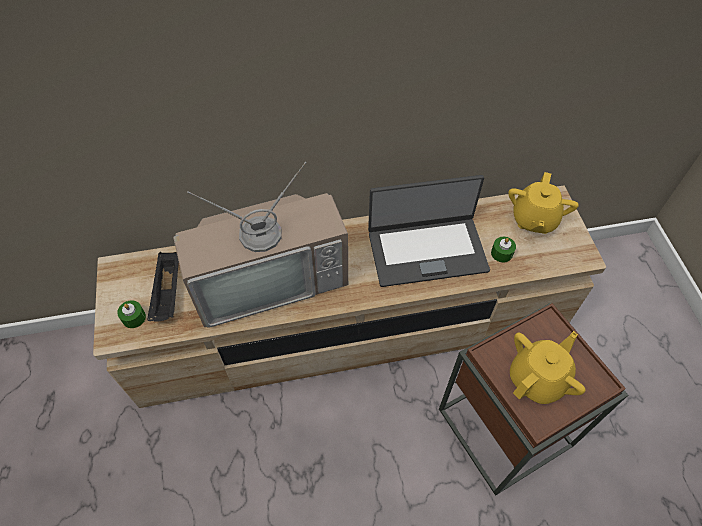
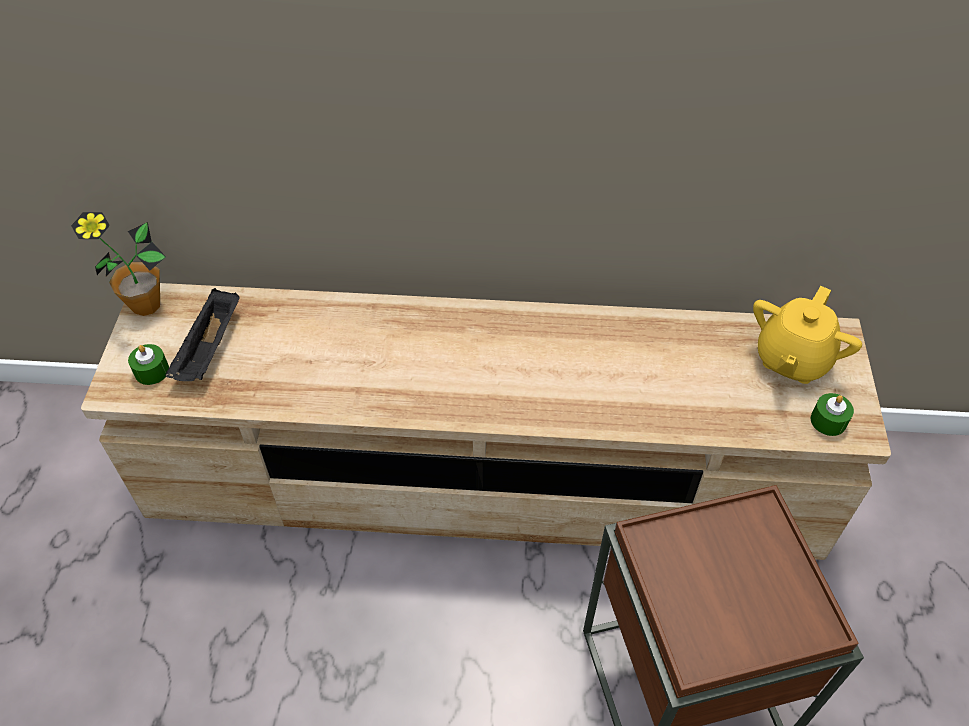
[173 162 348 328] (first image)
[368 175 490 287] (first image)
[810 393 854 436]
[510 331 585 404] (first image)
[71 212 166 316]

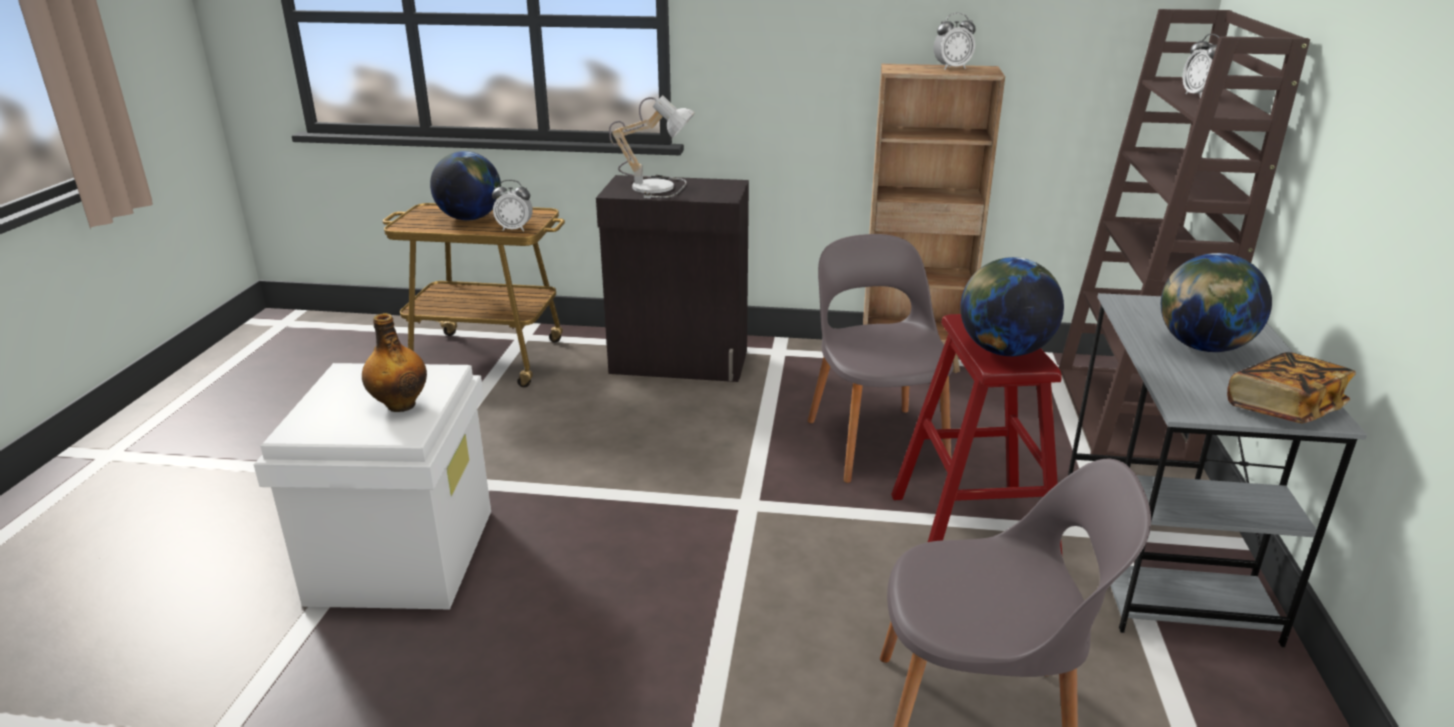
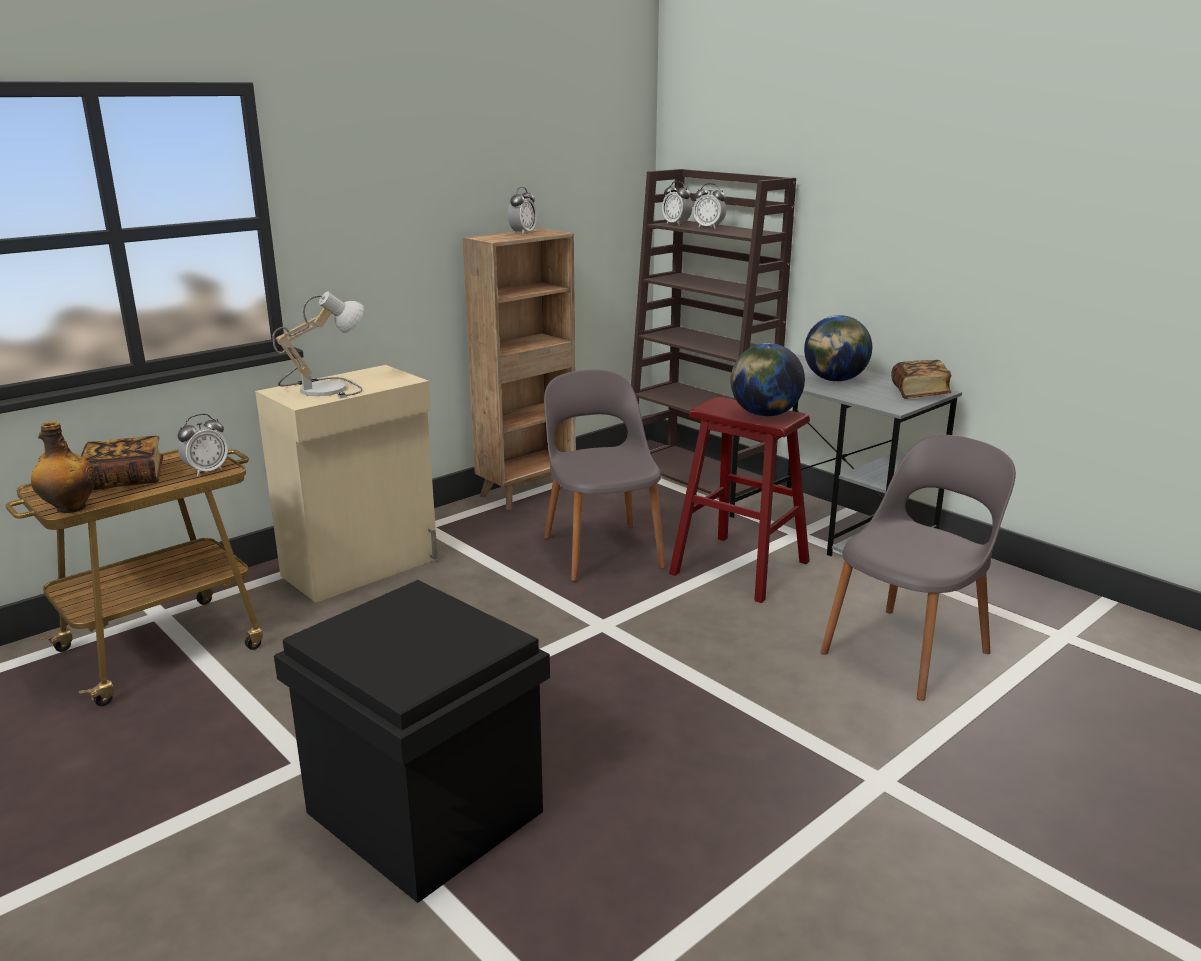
[274 580 550 903]
[31 421 97 513]
[81 436 163 490]
[255 365 438 603]
[544 370 666 581]
[662 181 692 226]

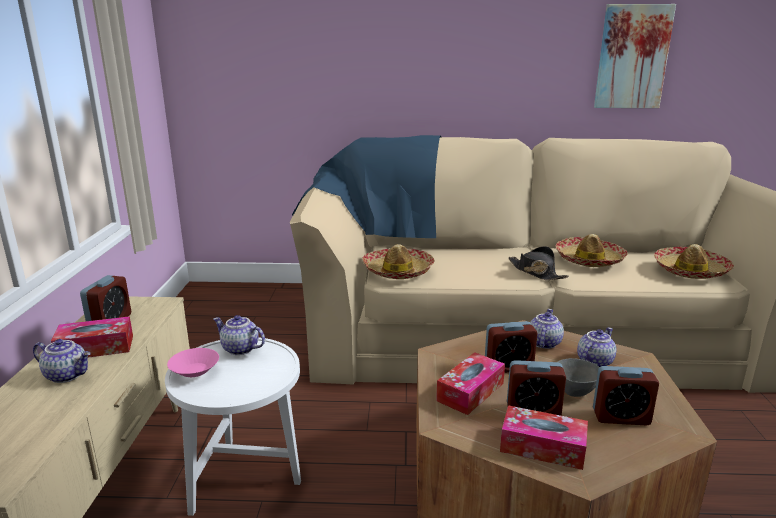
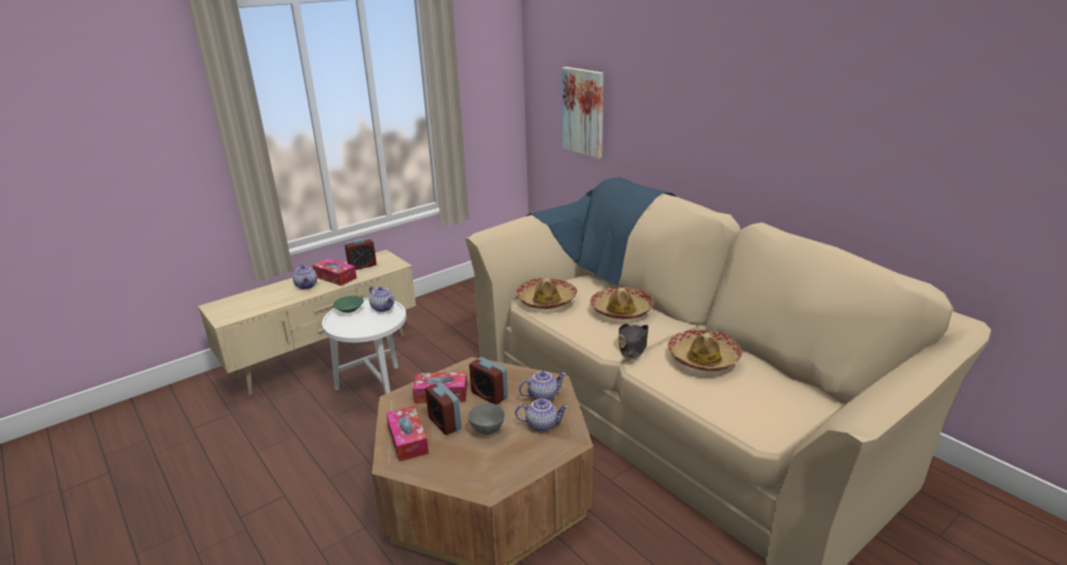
[333 296 364 313]
[369 286 394 312]
[593 366 659 425] (first image)
[562 67 603 159]
[590 287 654 319]

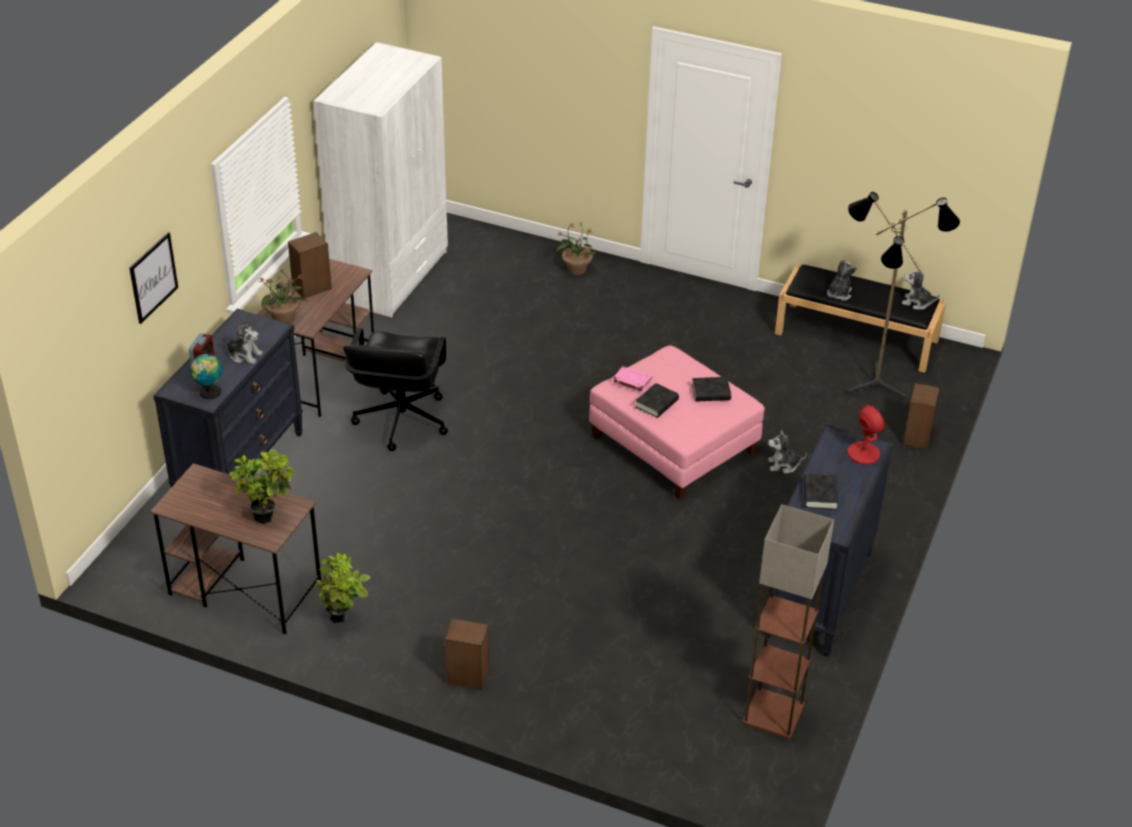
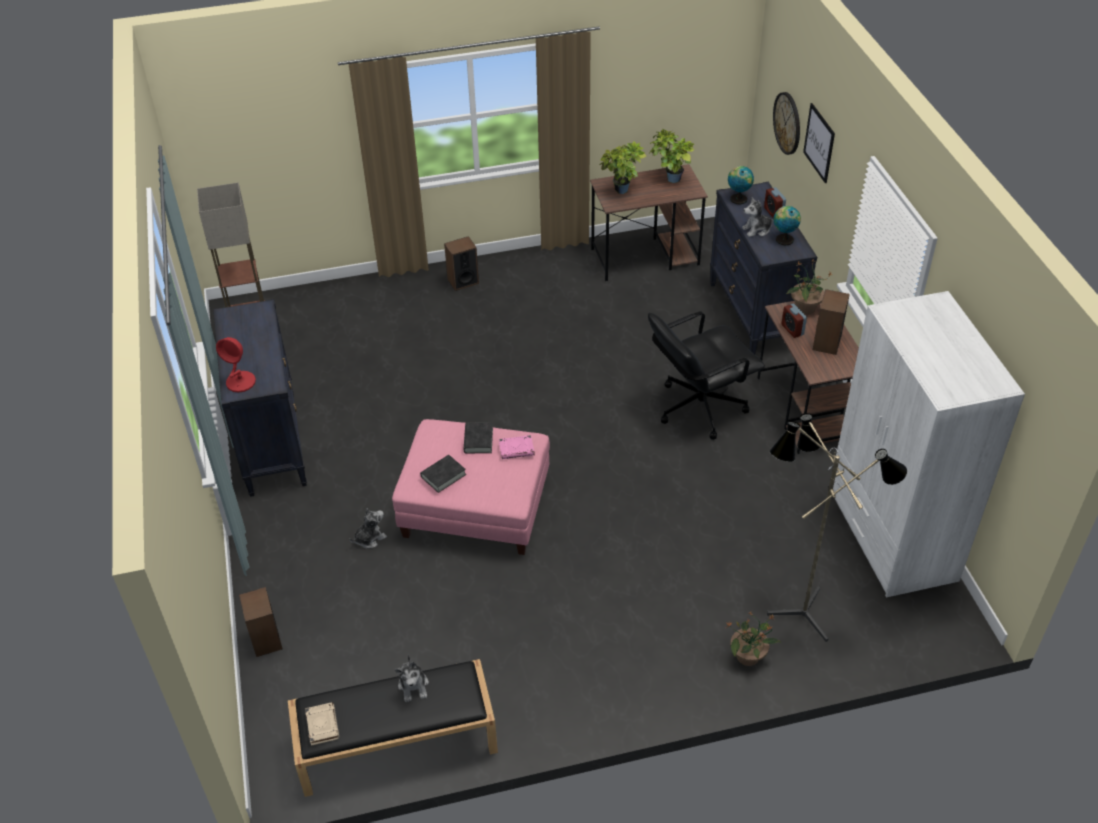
[649 129 695 183]
[648 311 765 440]
[803 474 838 510] (first image)
[767 413 907 642]
[305 702 339 746]
[773 92 800 155]
[773 206 801 246]
[782 304 807 338]

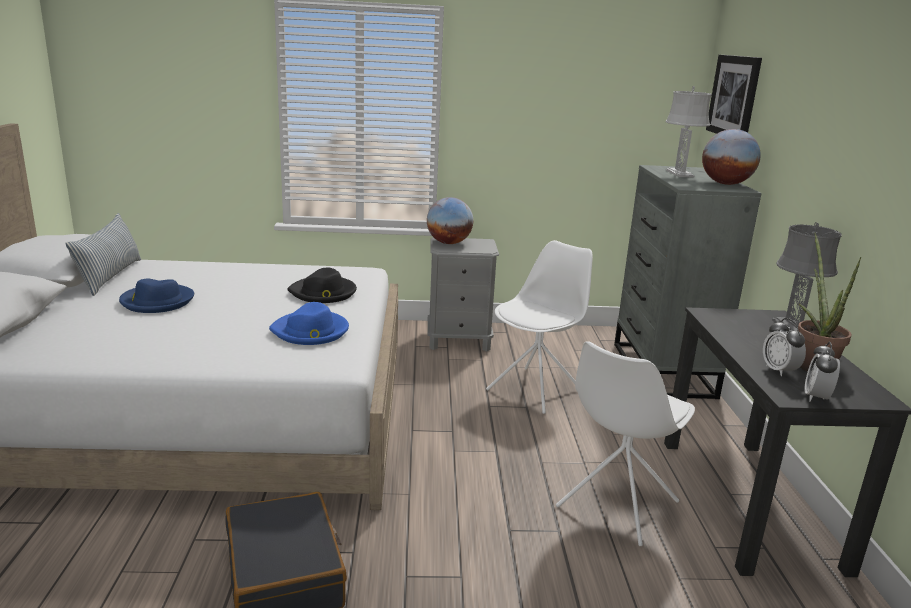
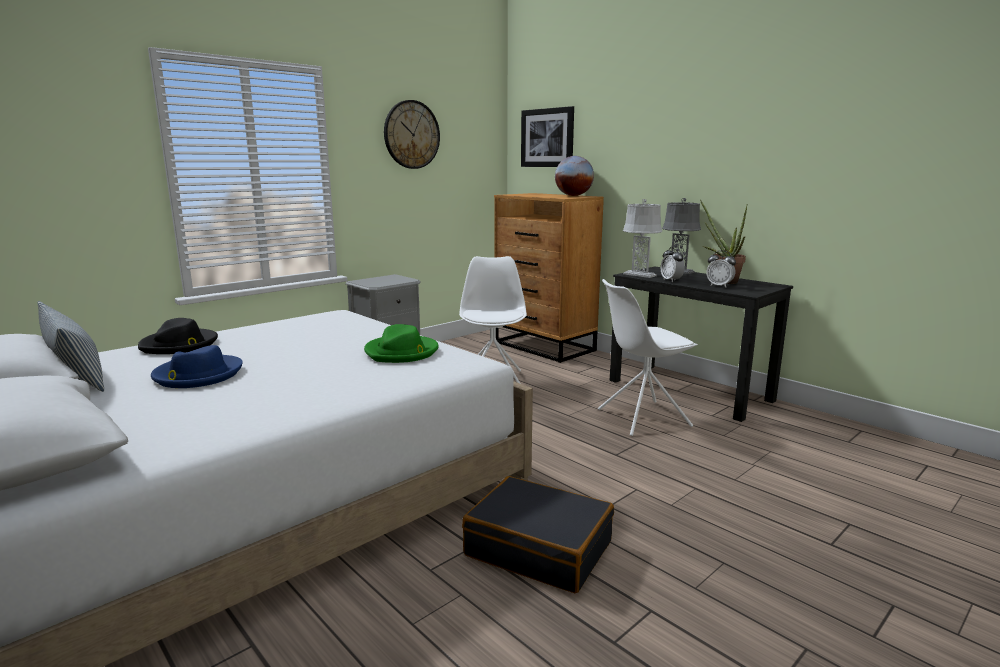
[364 324 439 363]
[138 318 218 354]
[427 197 473 244] (first image)
[598 279 698 436]
[494 193 604 363]
[623 199 662 278]
[661 246 685 282]
[384 100 440 169]

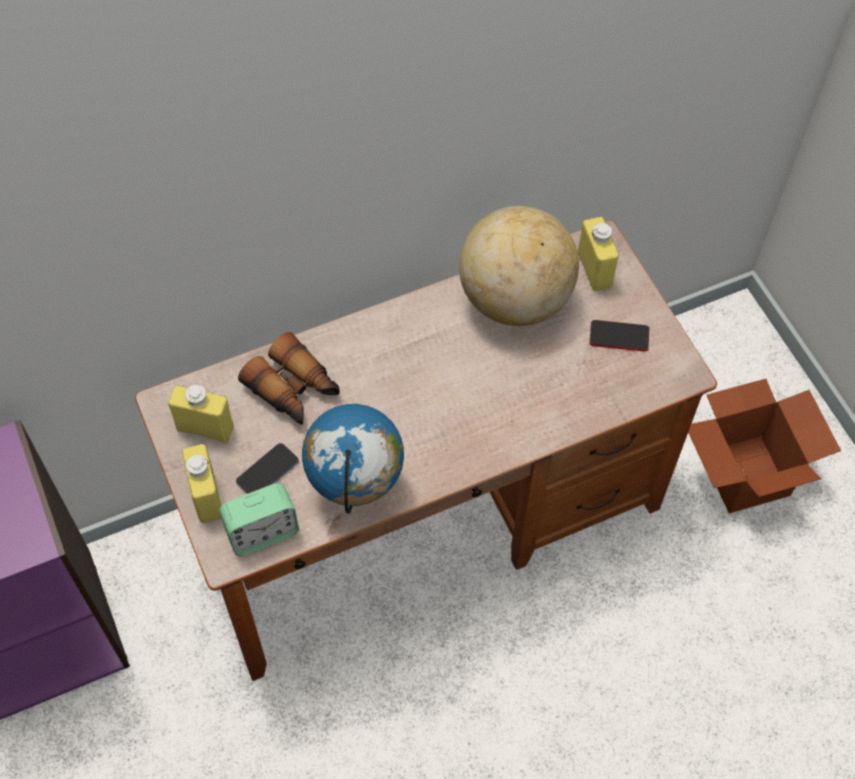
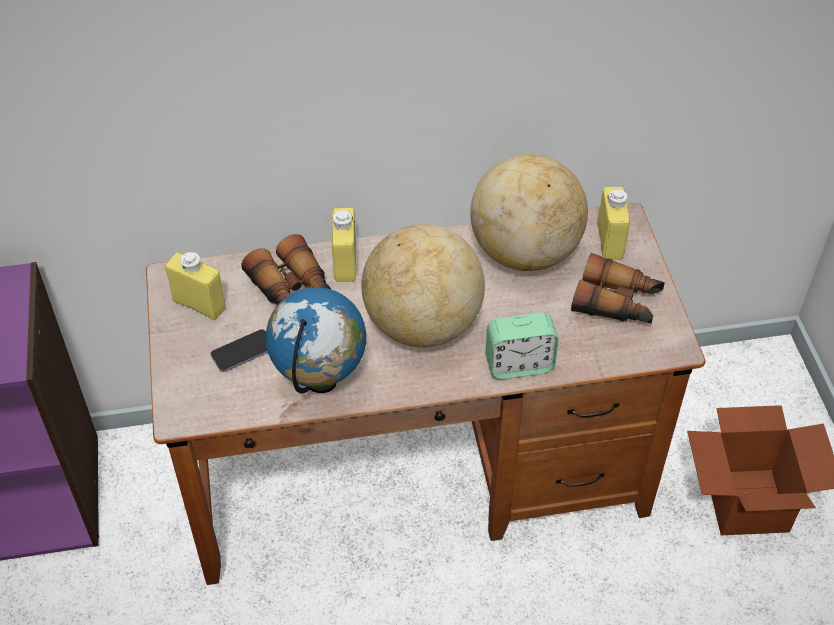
[332 208 356 282]
[486 312 558 380]
[571 253 665 324]
[361 224 485 347]

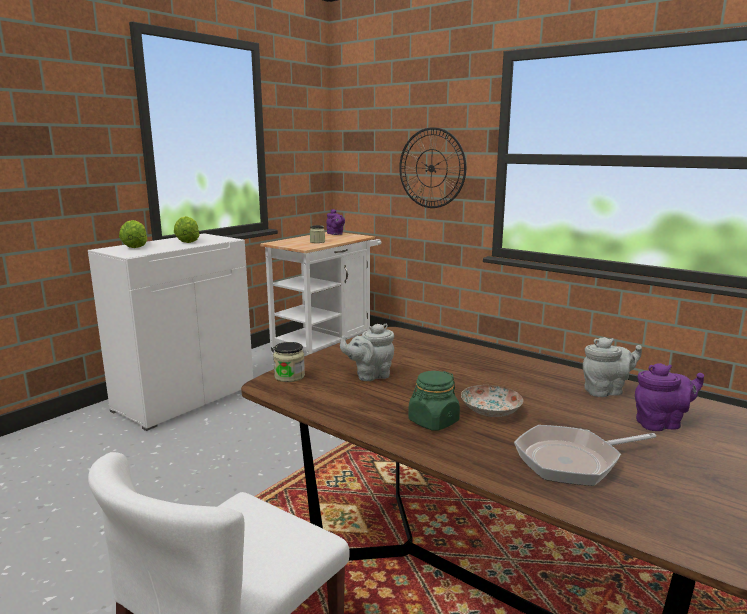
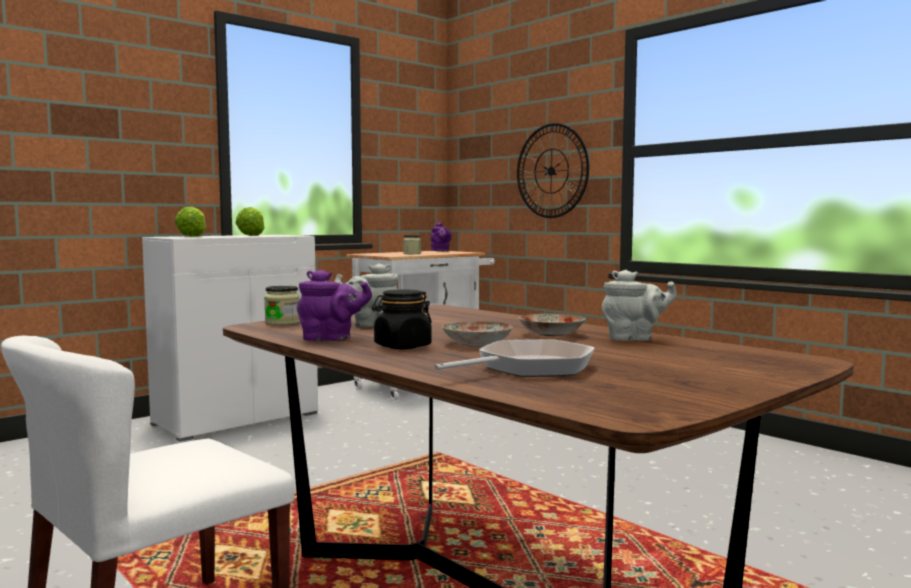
[372 290 432 349]
[434 339 595 377]
[297 269 372 341]
[519 314 586 336]

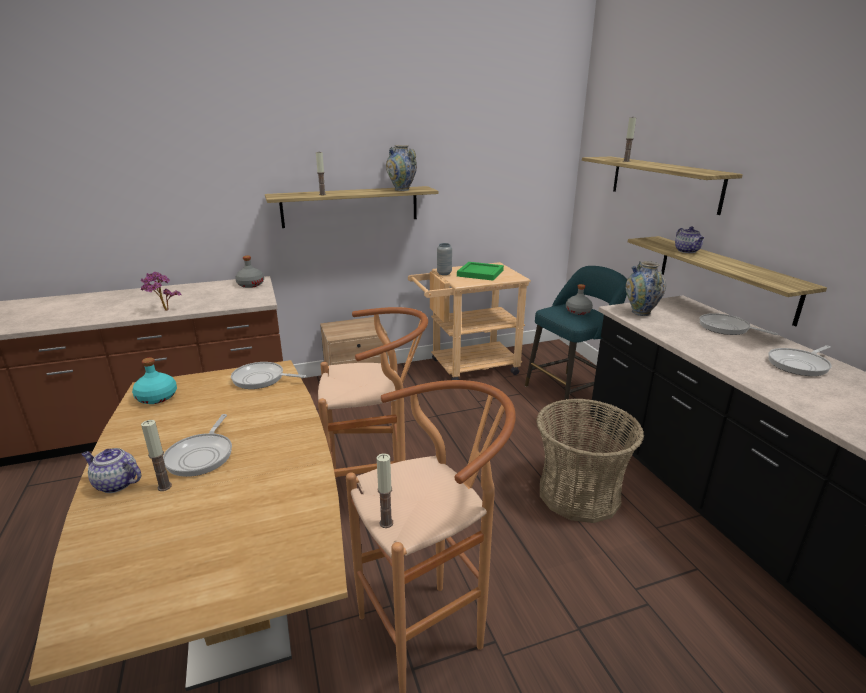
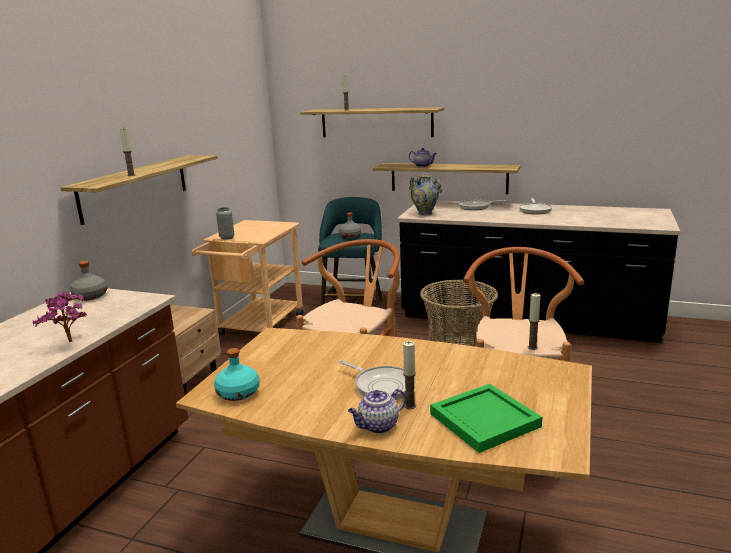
[231 362 306 389] (first image)
[386 145 417 191] (first image)
[430 384 542 453]

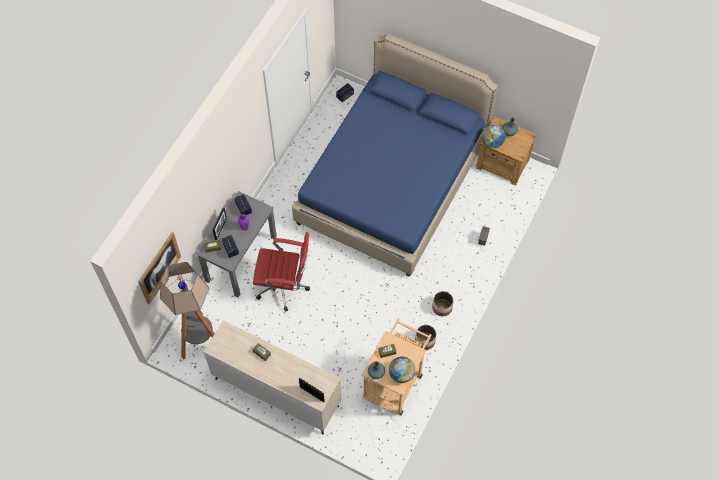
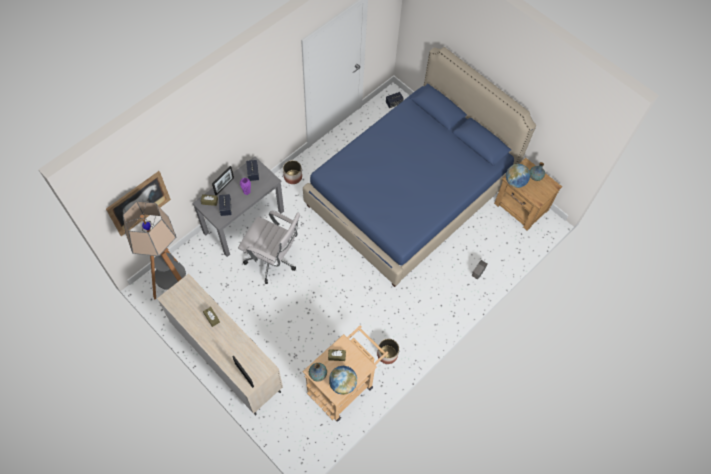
[238 210 300 284]
[283 160 302 184]

